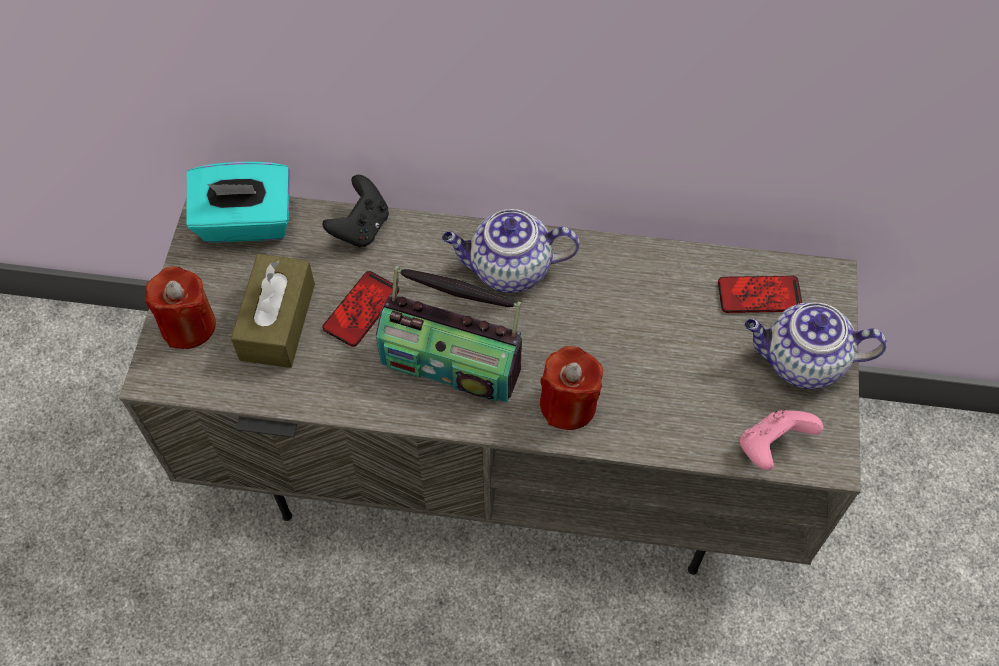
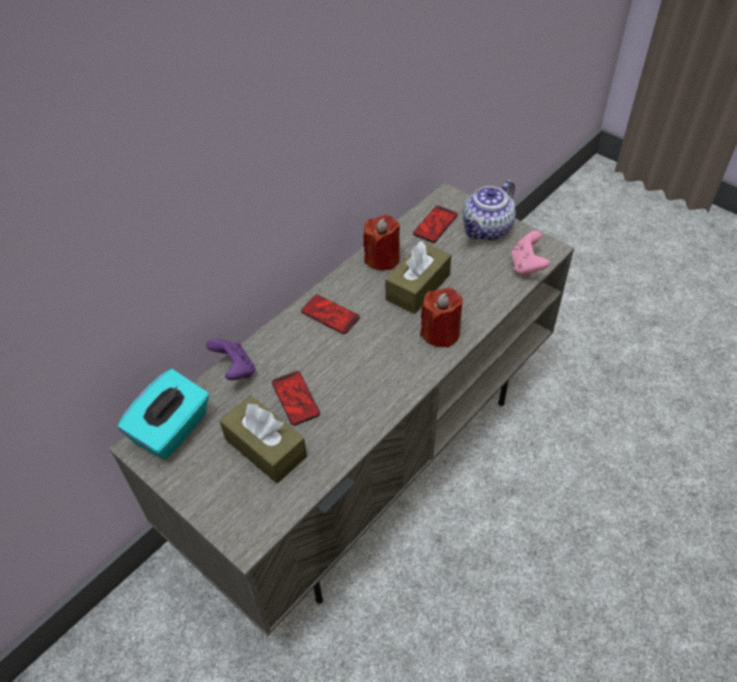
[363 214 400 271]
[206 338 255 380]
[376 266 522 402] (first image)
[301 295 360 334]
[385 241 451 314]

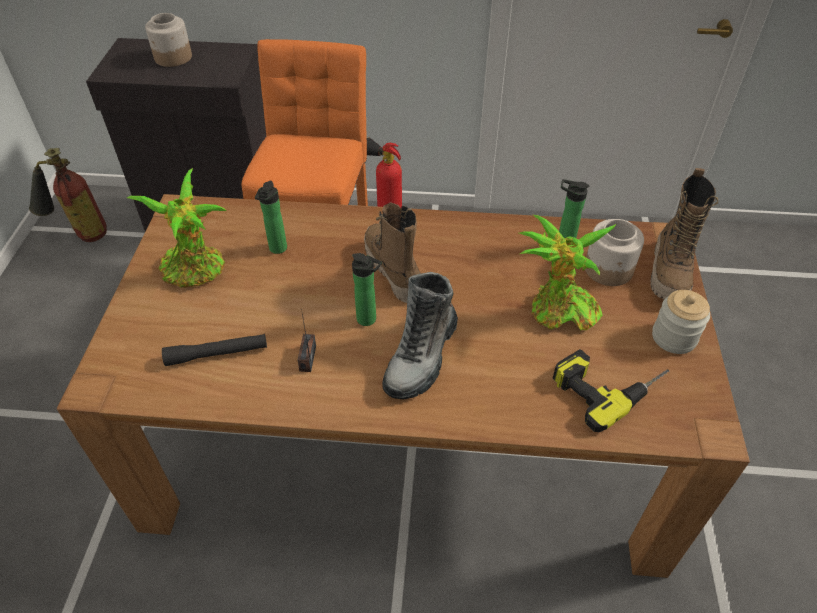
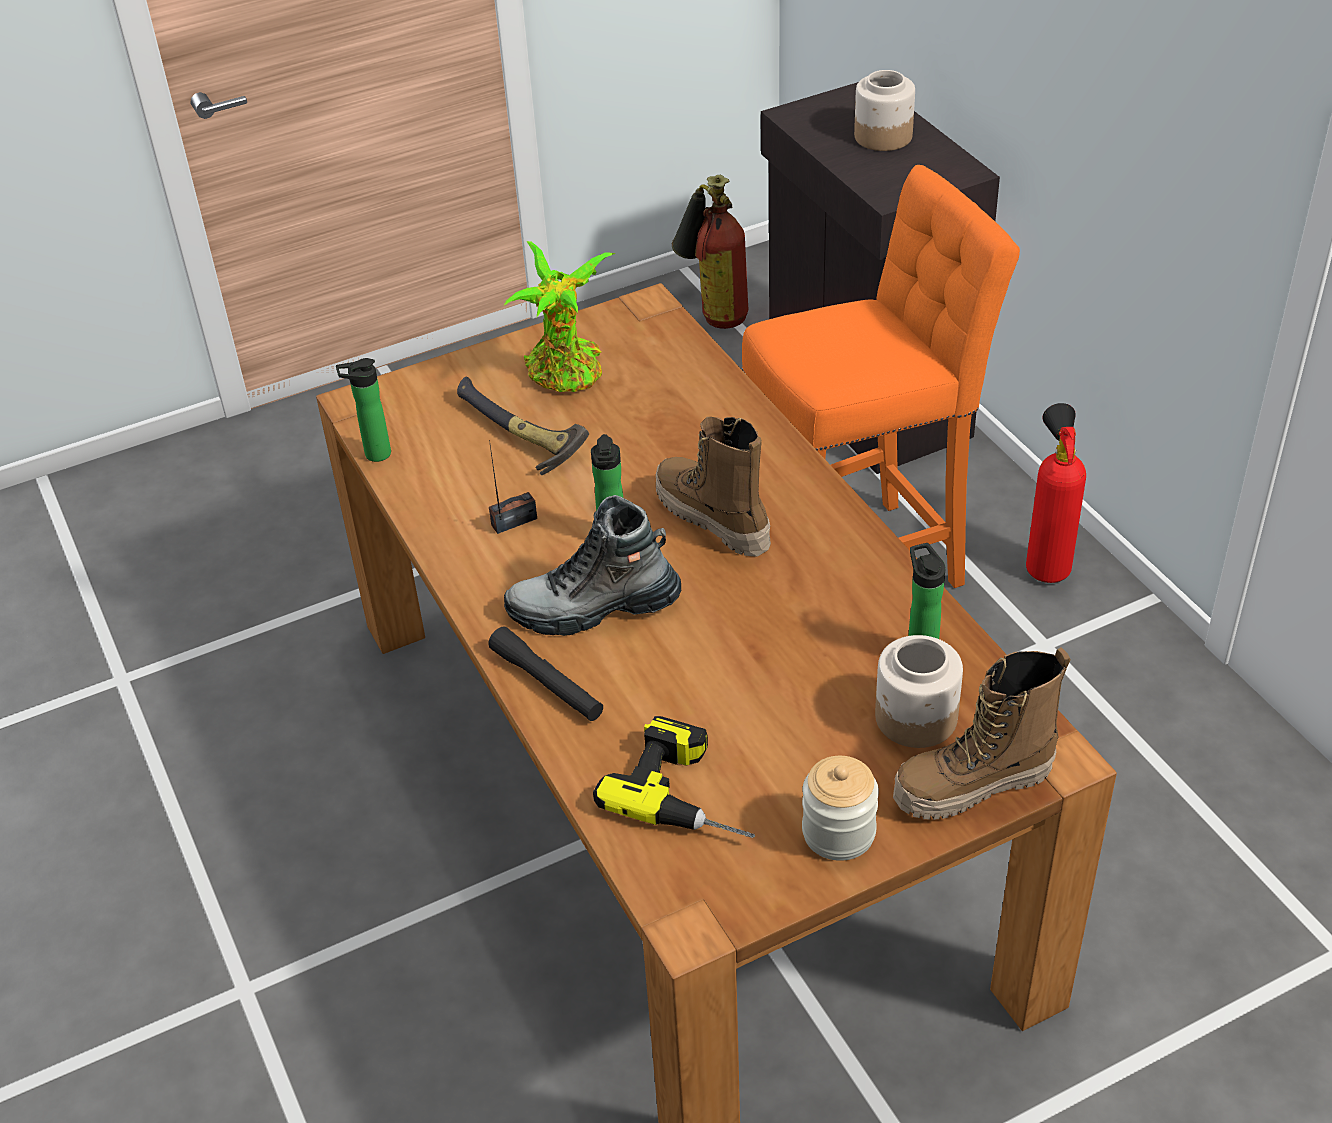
[488 626 603 721]
[336 358 391 462]
[656 417 771 557]
[519 215 616 331] (first image)
[457 376 589 475]

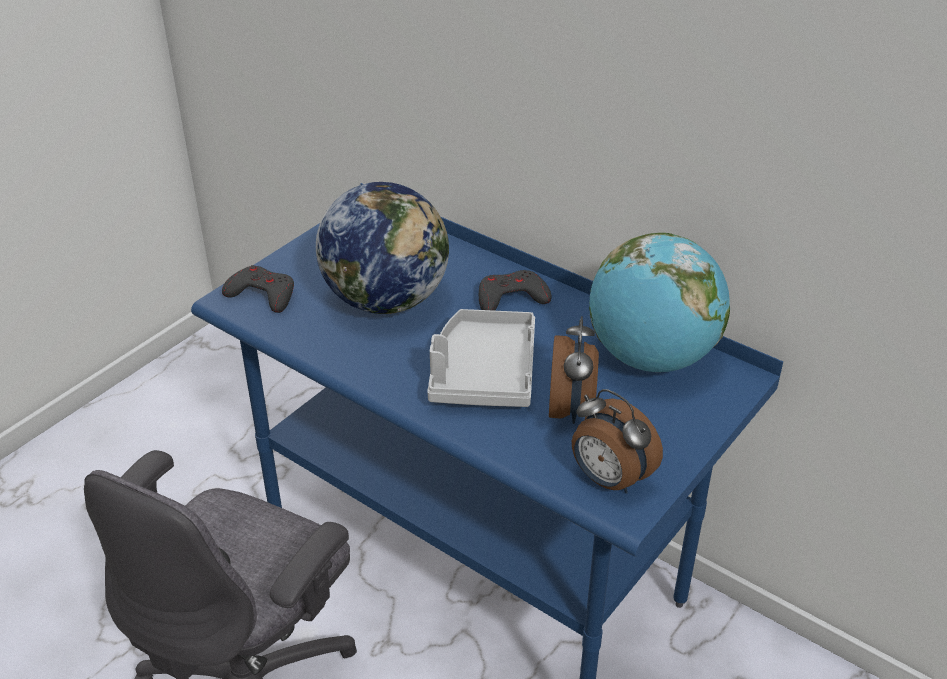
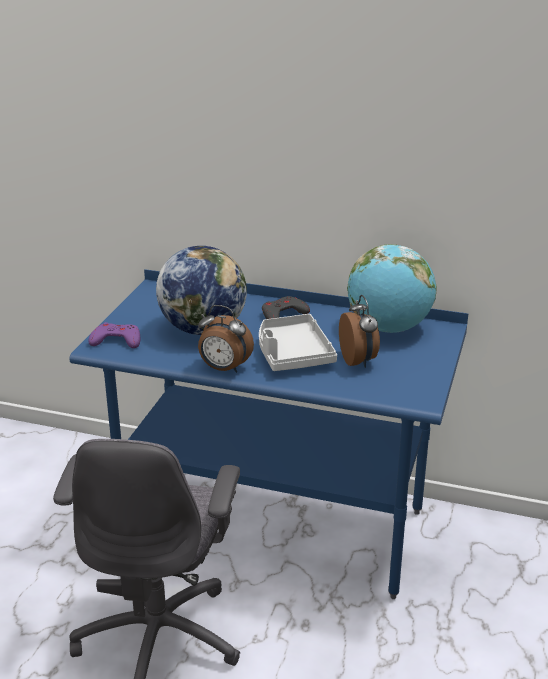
[88 322 140 348]
[198 305 254 373]

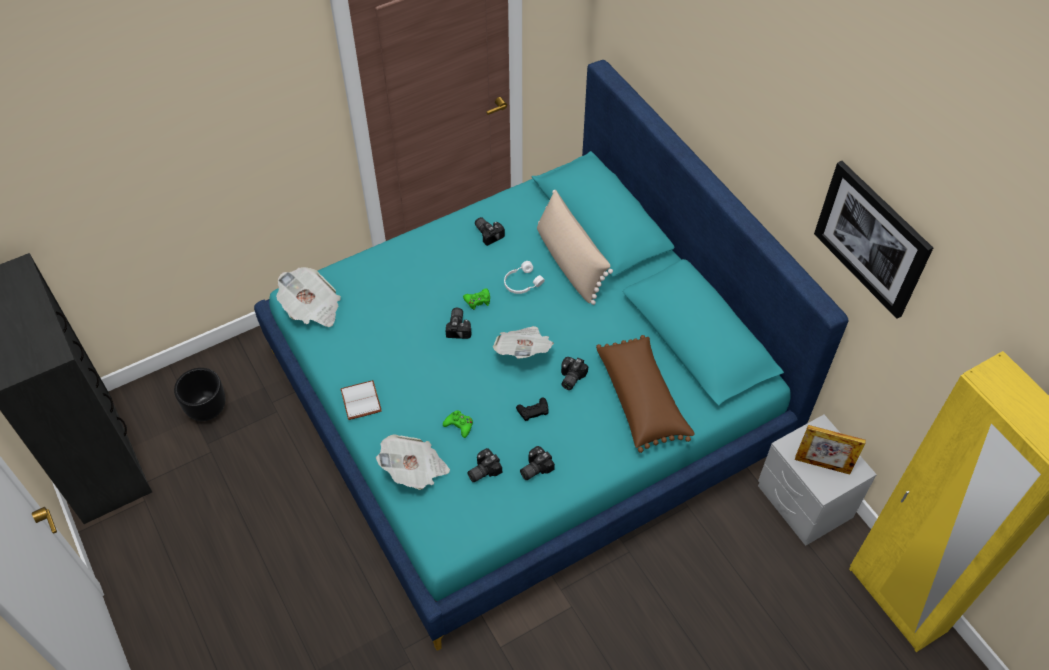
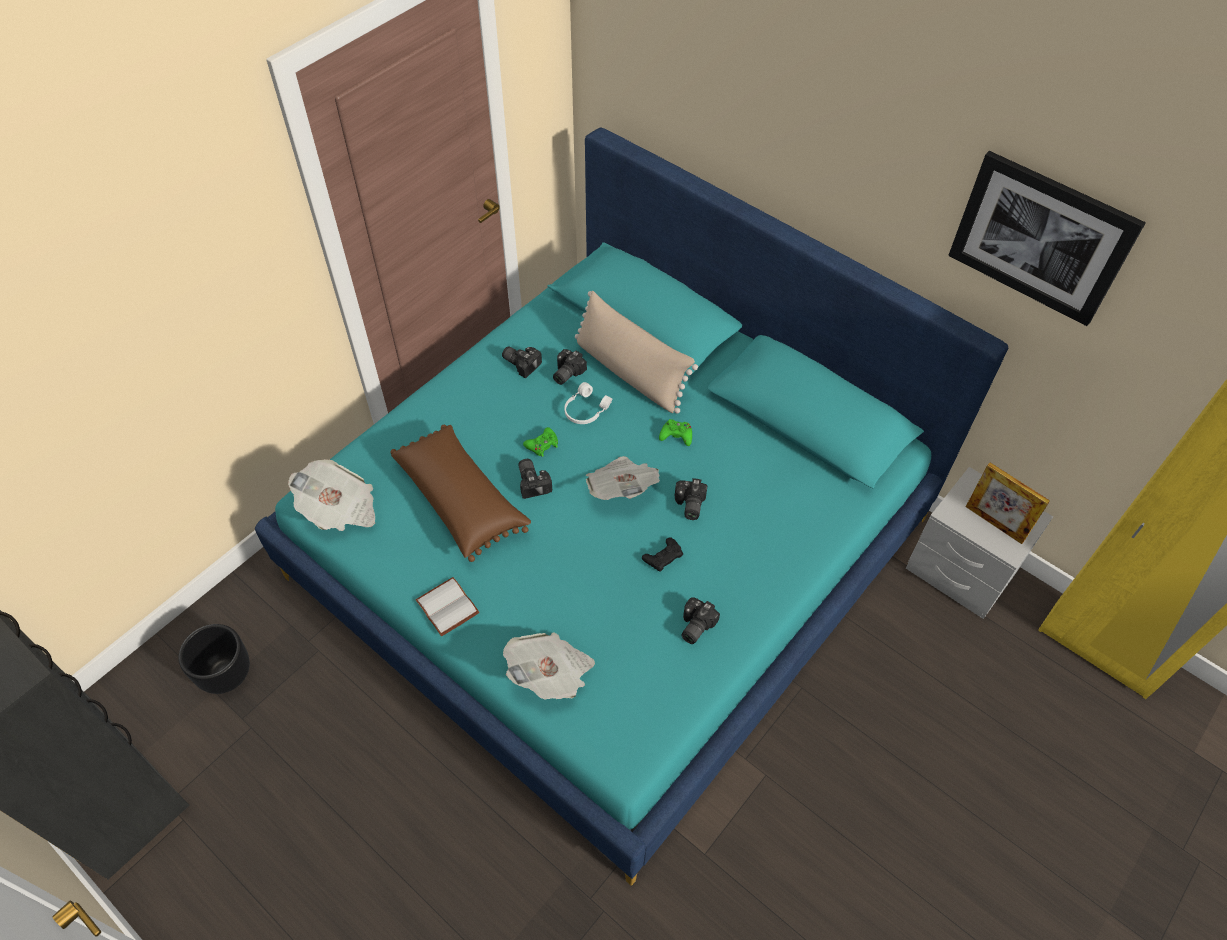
[659 419 692 446]
[553 349 587 385]
[391 425 531 562]
[966 463 1050 544]

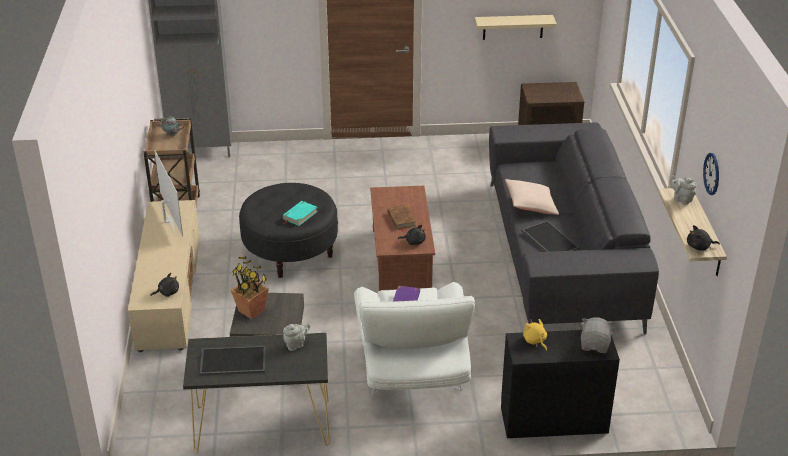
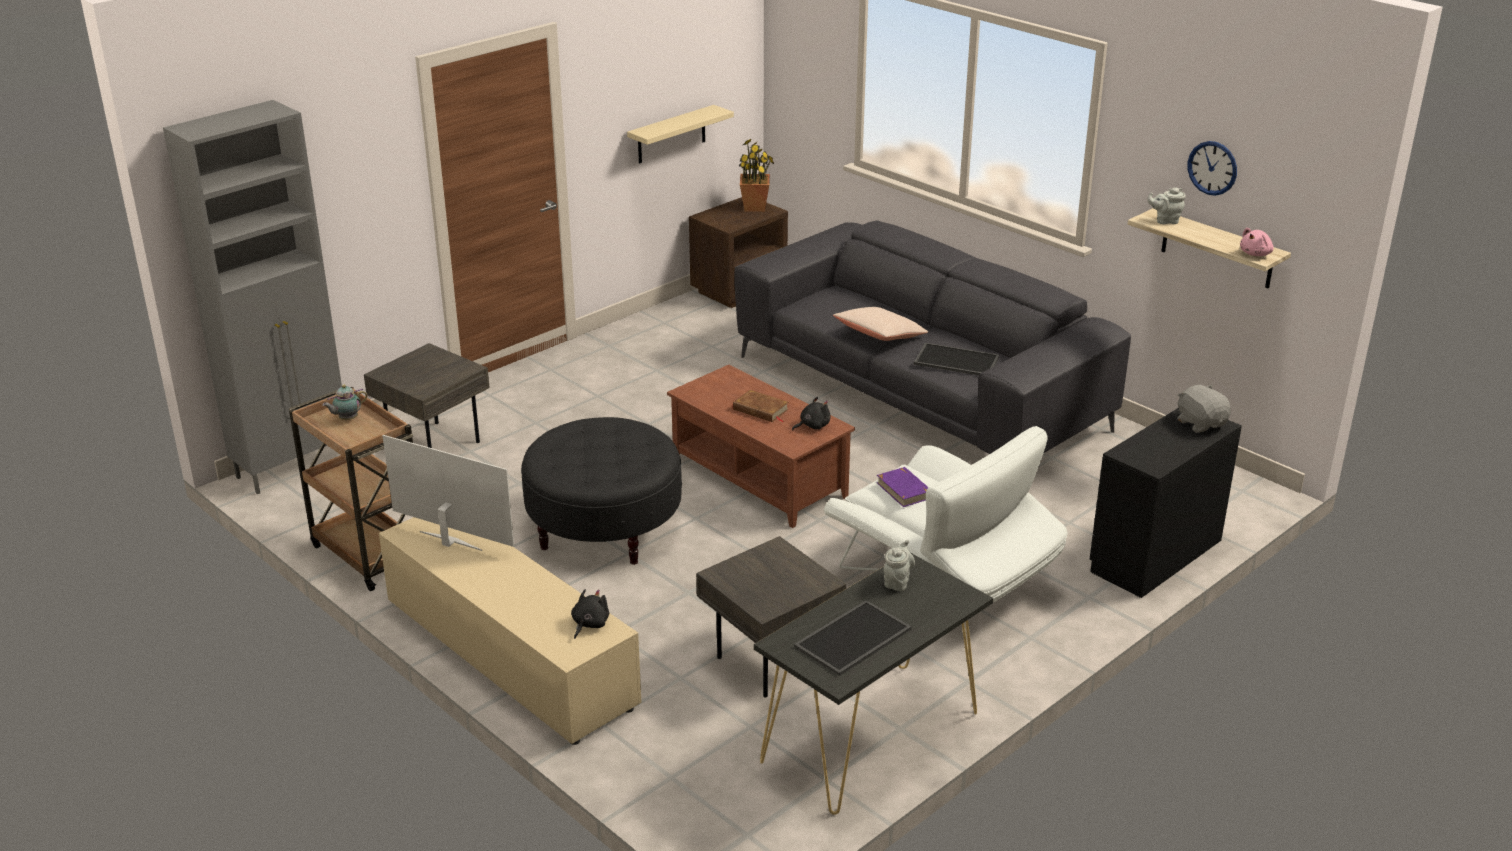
[739 139 774 212]
[283 201 318 226] (first image)
[523 319 547 351] (first image)
[1240 228 1274 256]
[364 343 490 448]

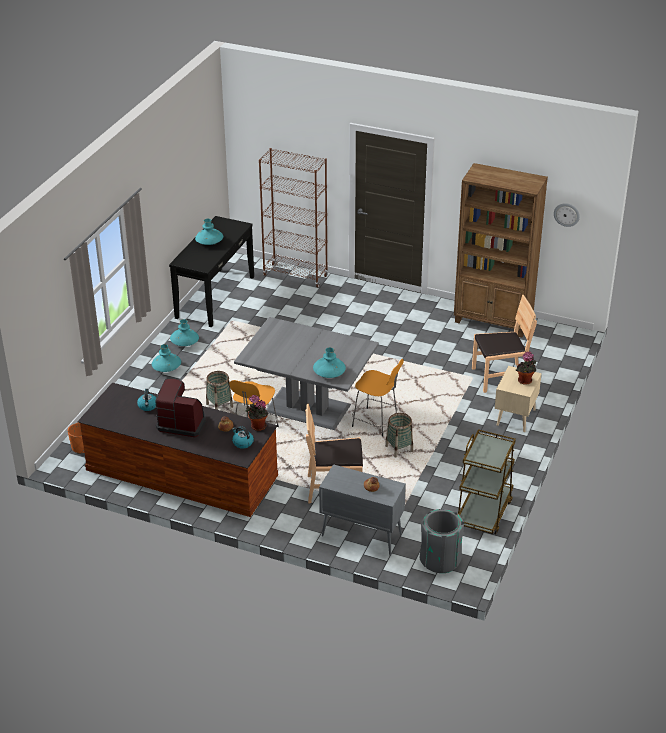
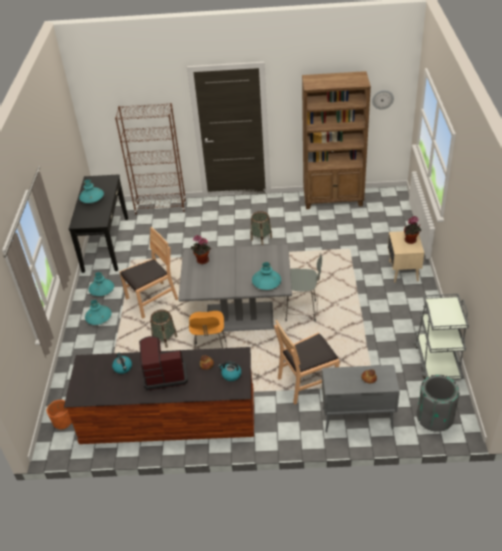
[191 235 211 264]
[284 254 322 322]
[251 211 272 245]
[415 294 469 380]
[119 227 178 318]

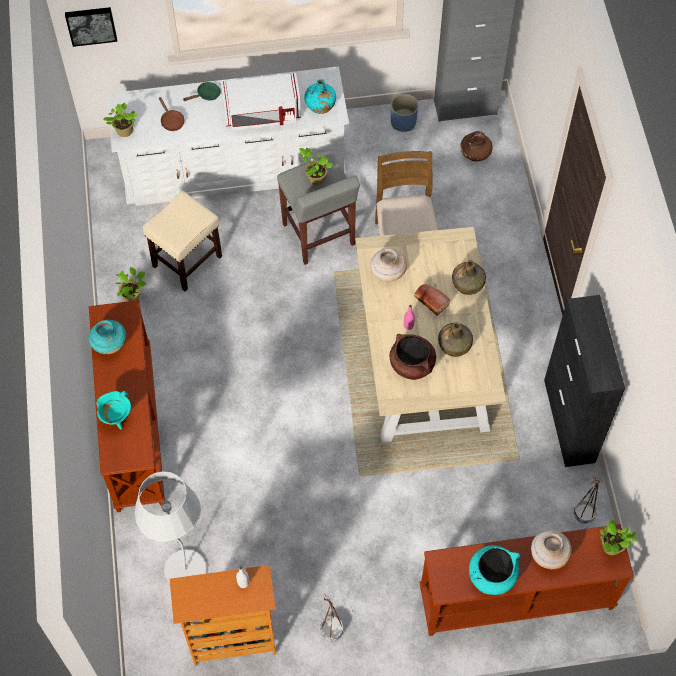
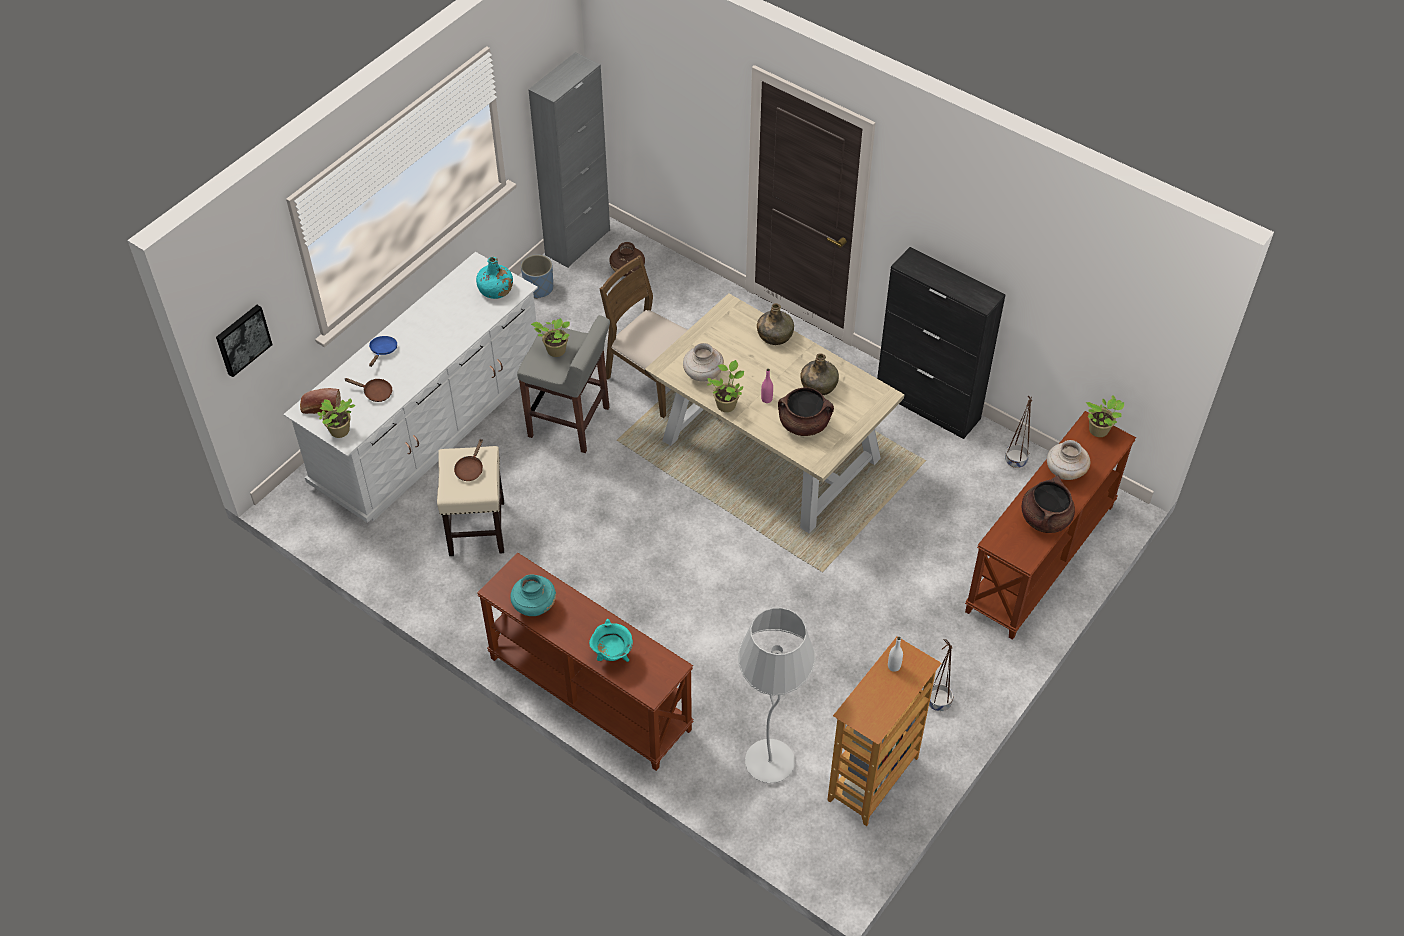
[707 360 744 412]
[369 336 397 367]
[221 73 301 131] (first image)
[300 388 341 414]
[1022 476 1075 533]
[454 439 483 481]

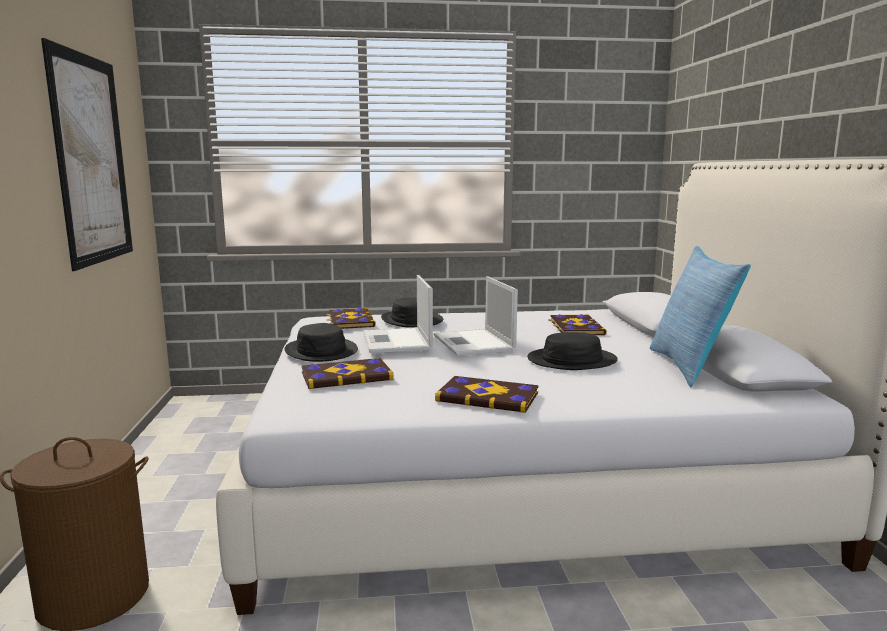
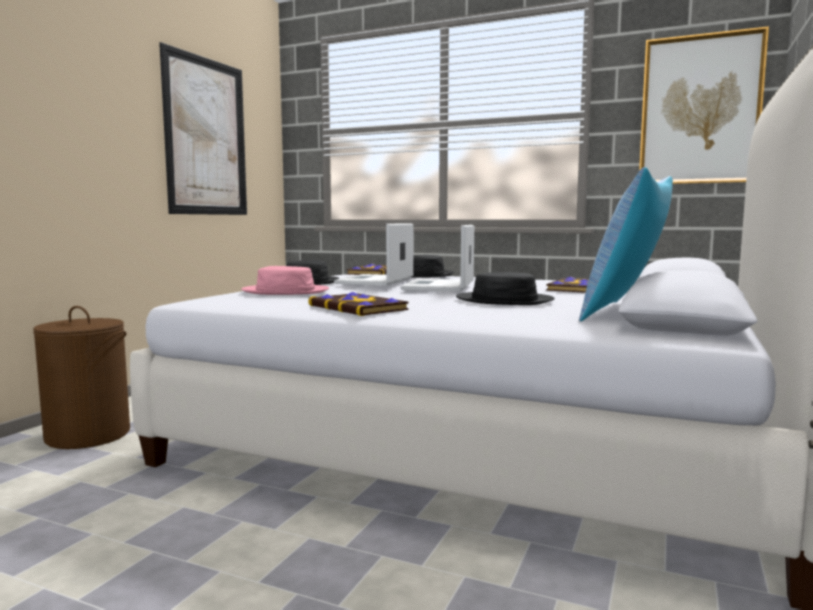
[241 266 329 295]
[639 26 769 184]

